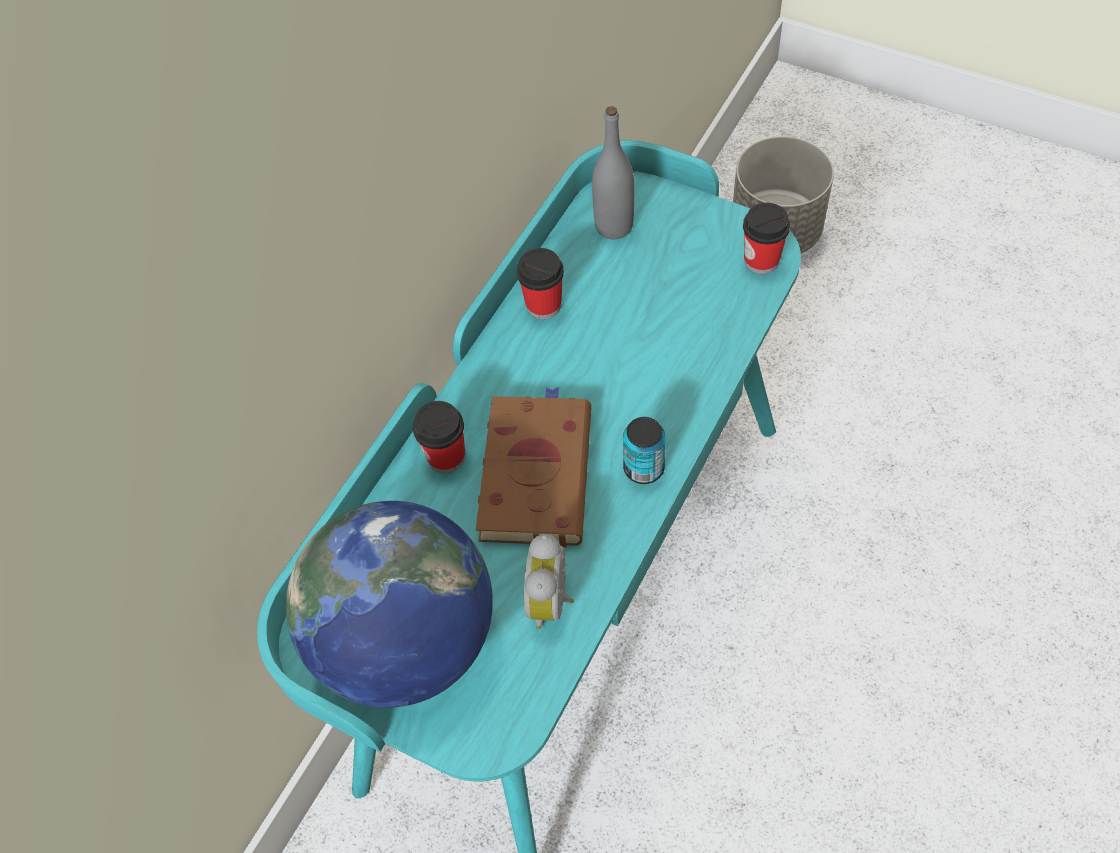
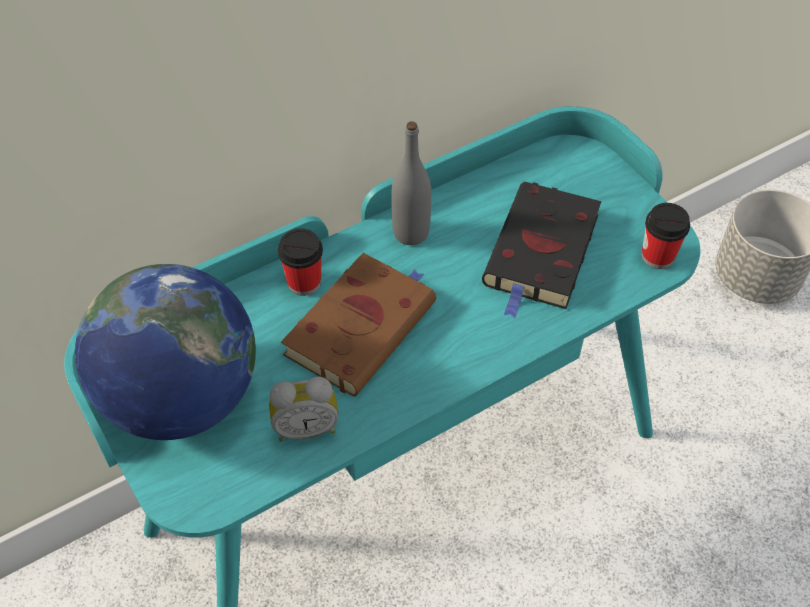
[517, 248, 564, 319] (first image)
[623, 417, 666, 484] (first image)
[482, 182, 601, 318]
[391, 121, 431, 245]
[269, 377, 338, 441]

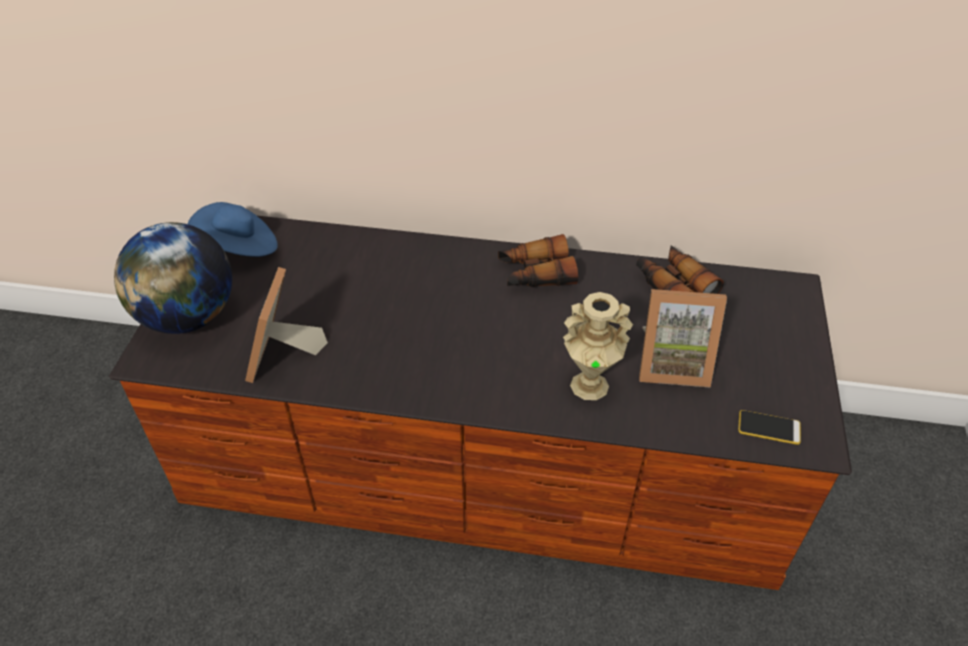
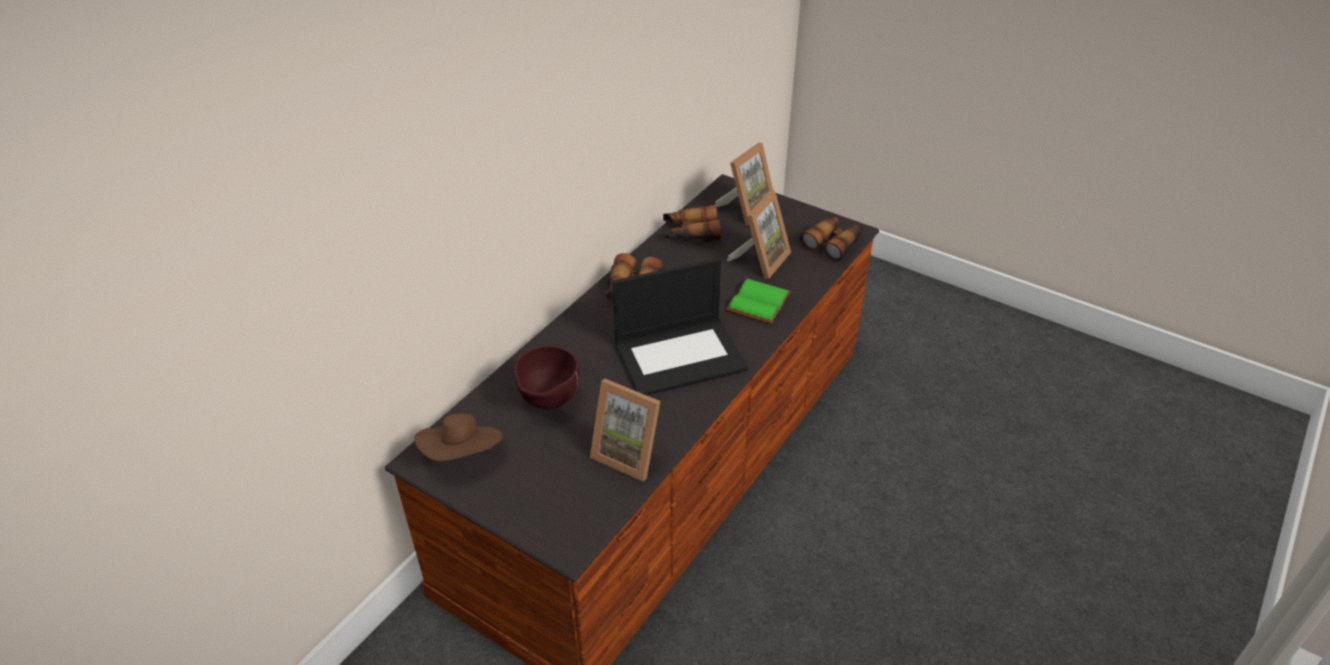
[114, 222, 232, 334] (first image)
[514, 345, 580, 409]
[612, 258, 748, 396]
[715, 143, 773, 225]
[726, 279, 791, 324]
[799, 214, 864, 263]
[414, 414, 503, 461]

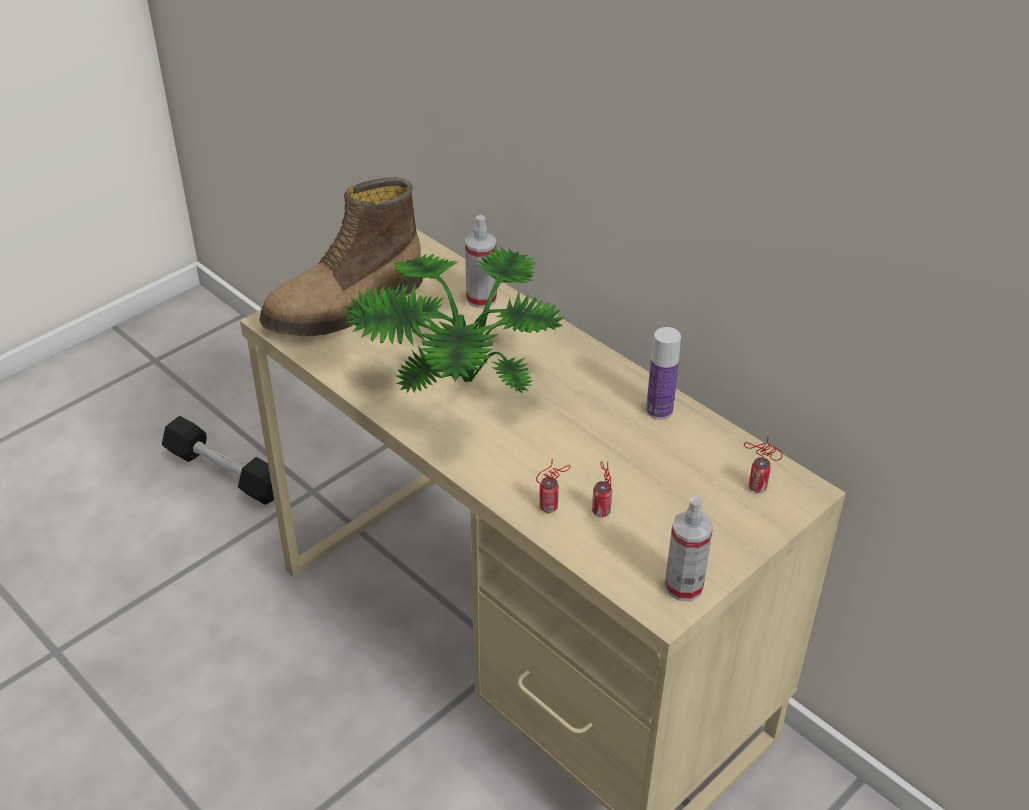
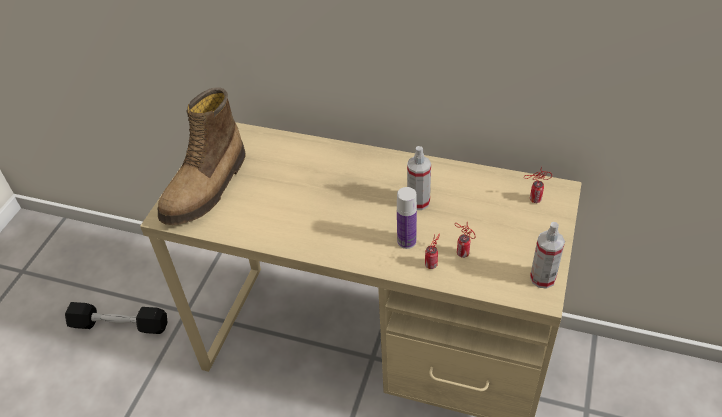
[343, 246, 564, 394] (first image)
[407, 146, 431, 210]
[397, 187, 417, 249]

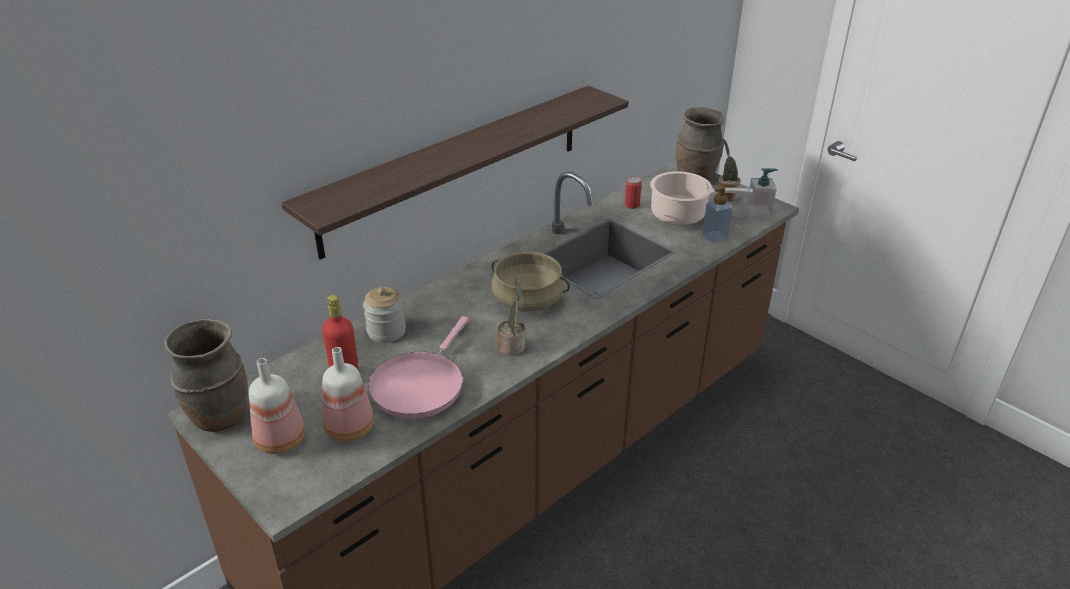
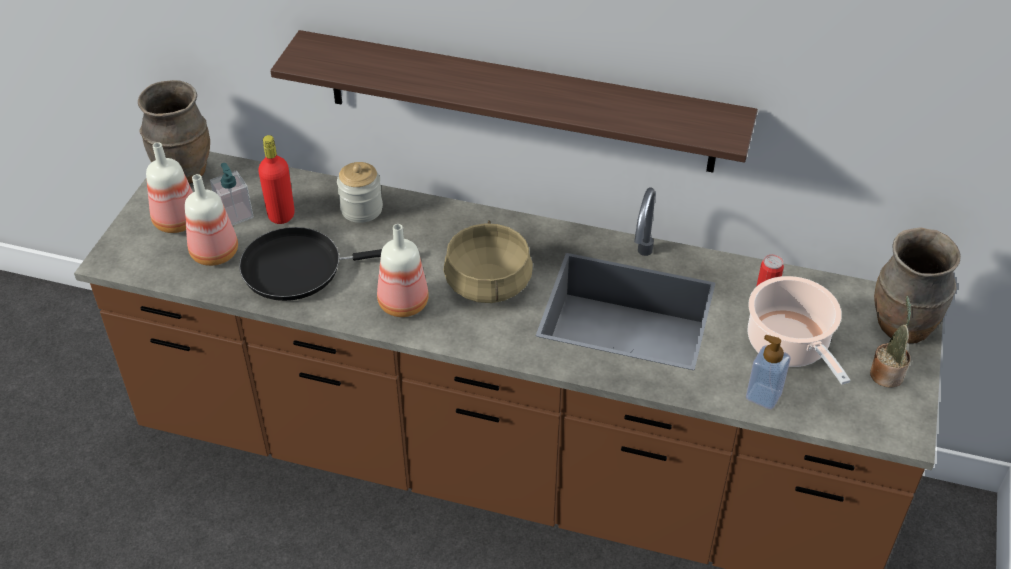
[210, 163, 254, 226]
[377, 224, 429, 317]
[239, 227, 382, 301]

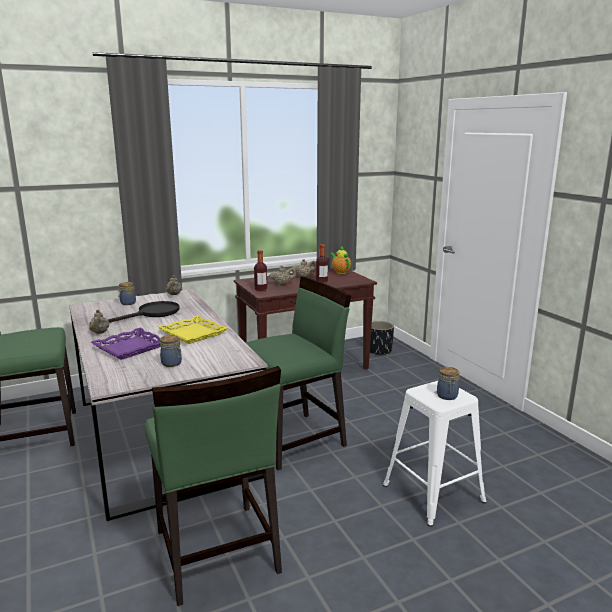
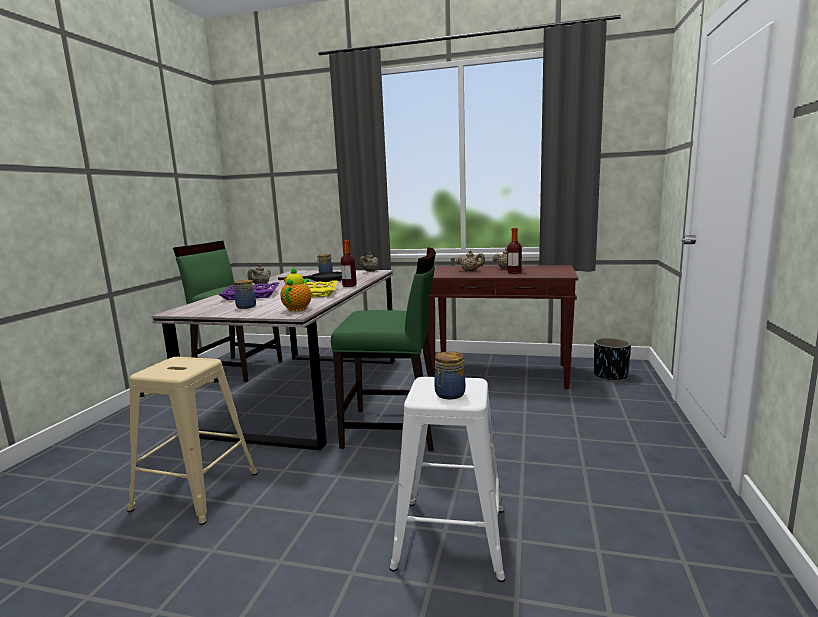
[341, 240, 357, 287]
[280, 267, 311, 312]
[127, 357, 258, 525]

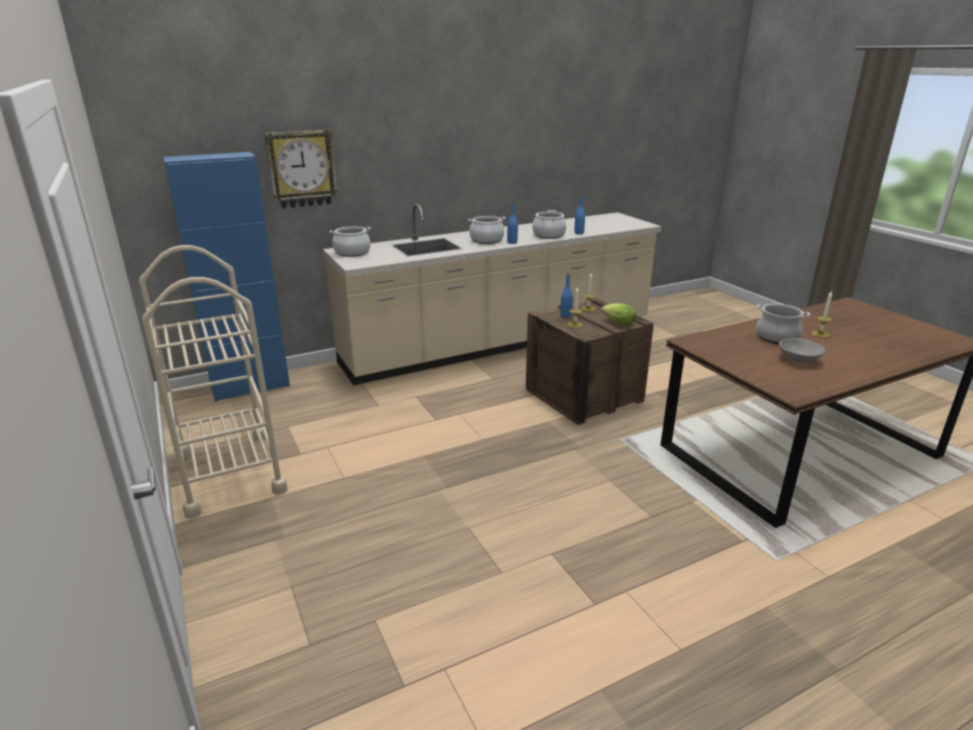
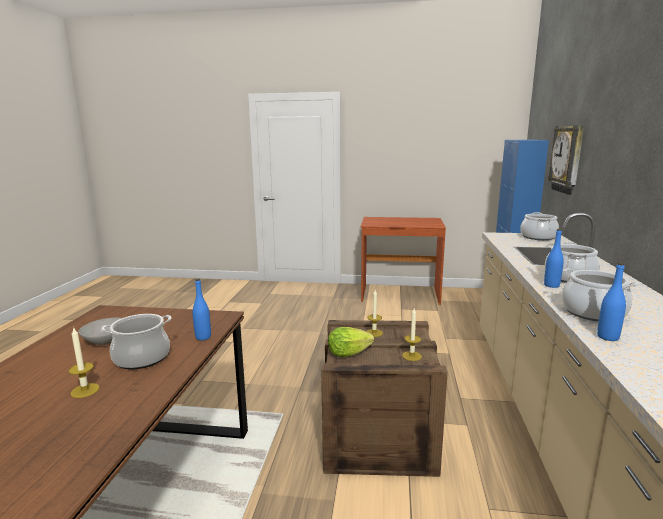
[192, 279, 211, 340]
[360, 217, 446, 305]

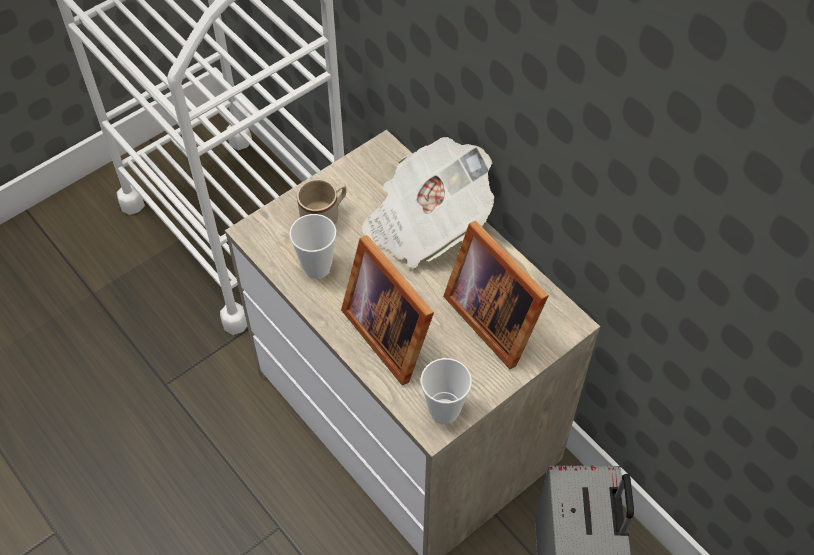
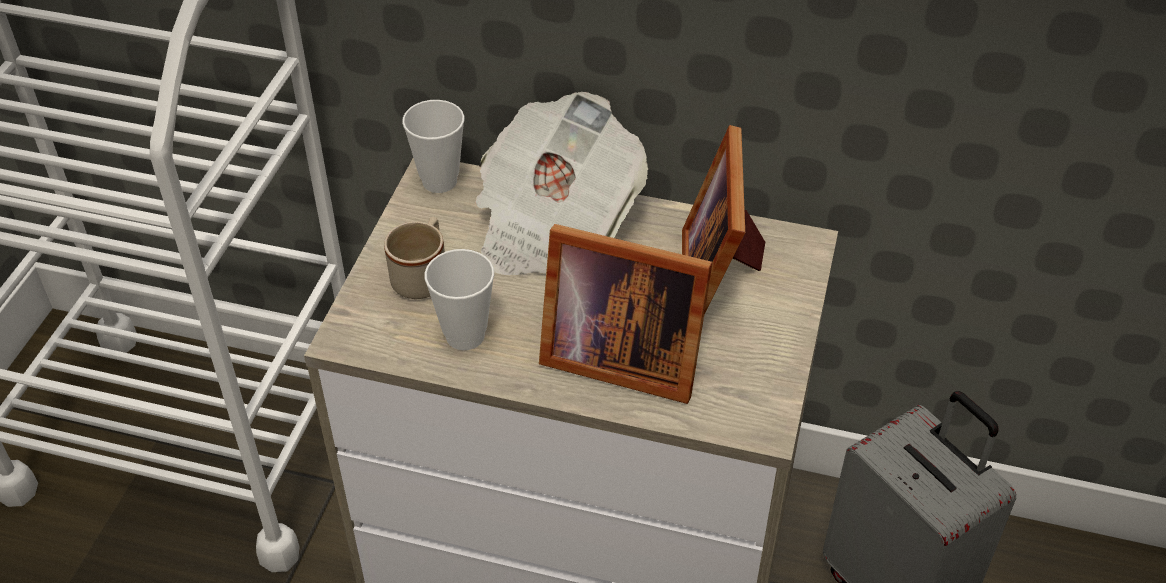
[402, 100, 465, 193]
[682, 125, 765, 315]

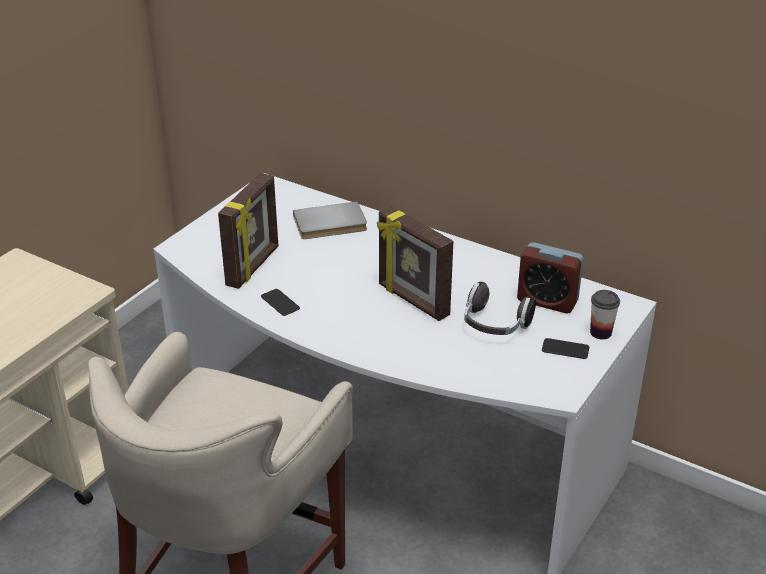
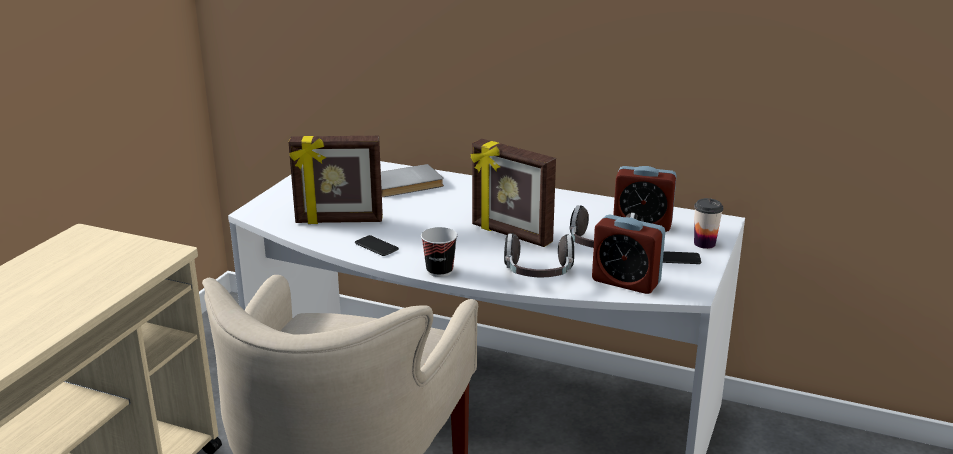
[421, 227, 458, 277]
[504, 233, 574, 278]
[592, 215, 666, 294]
[288, 136, 383, 224]

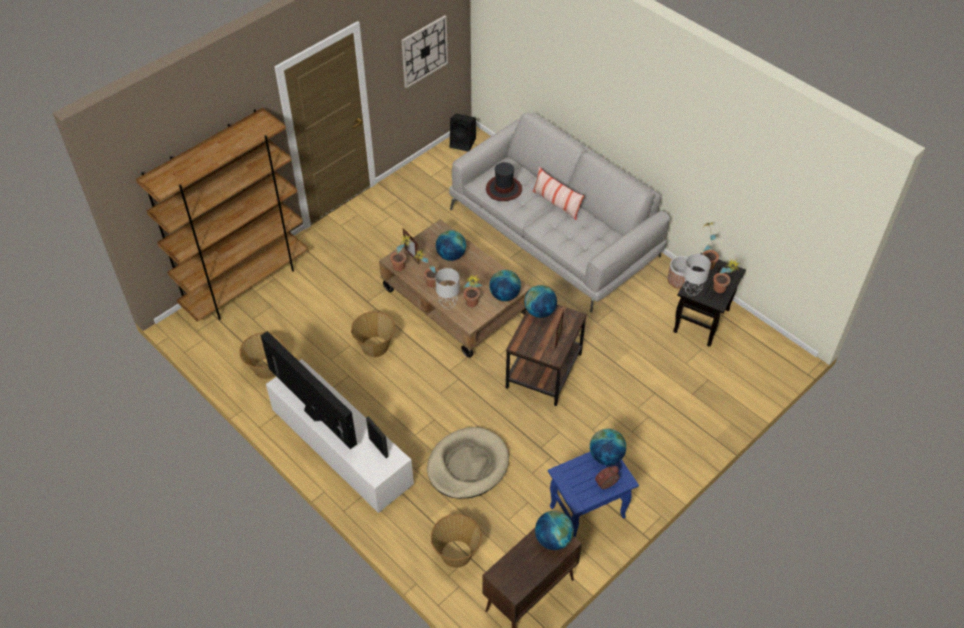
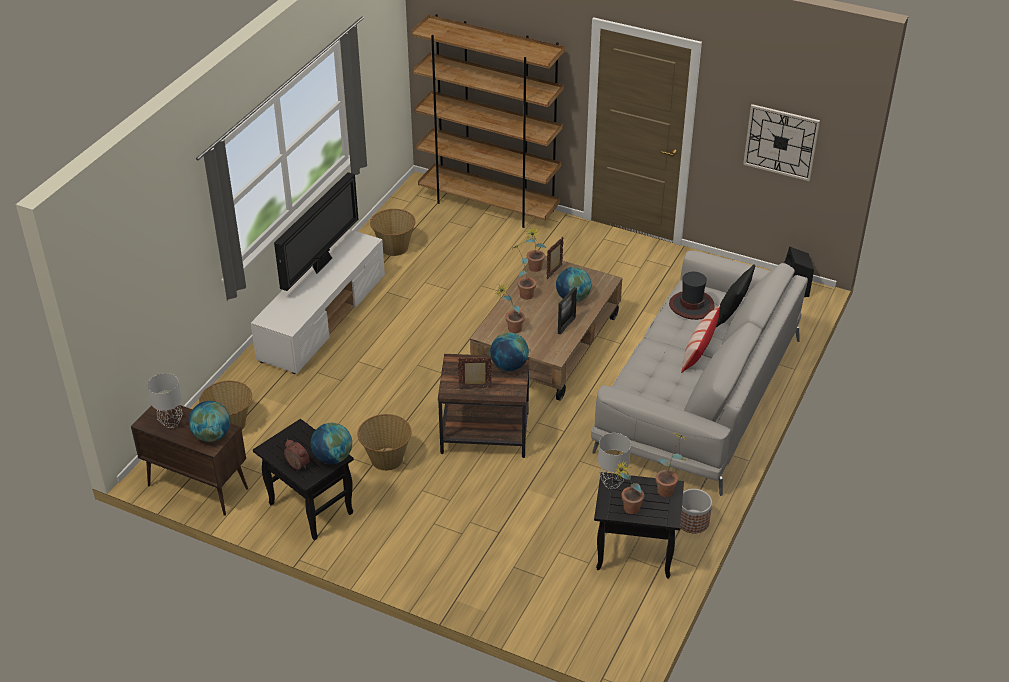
[427, 427, 509, 499] (first image)
[489, 270, 521, 301] (first image)
[716, 264, 755, 327]
[357, 414, 412, 471]
[558, 287, 577, 334]
[147, 373, 183, 428]
[253, 419, 354, 540]

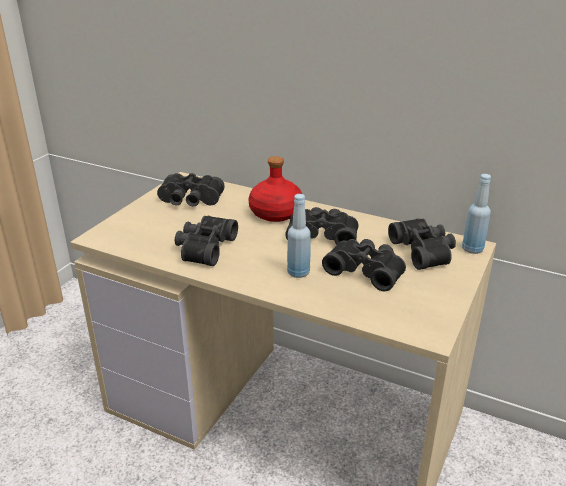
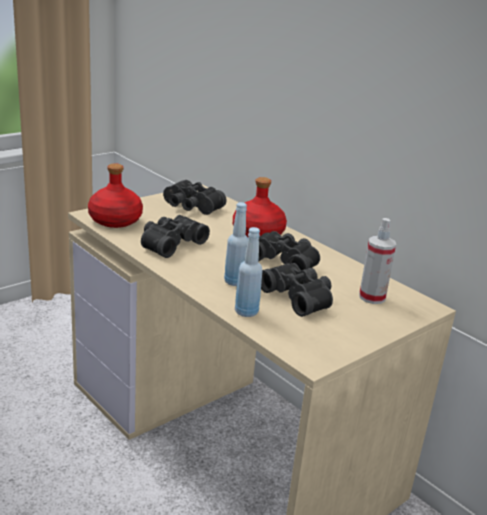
[88, 163, 143, 228]
[235, 227, 263, 317]
[359, 218, 396, 304]

